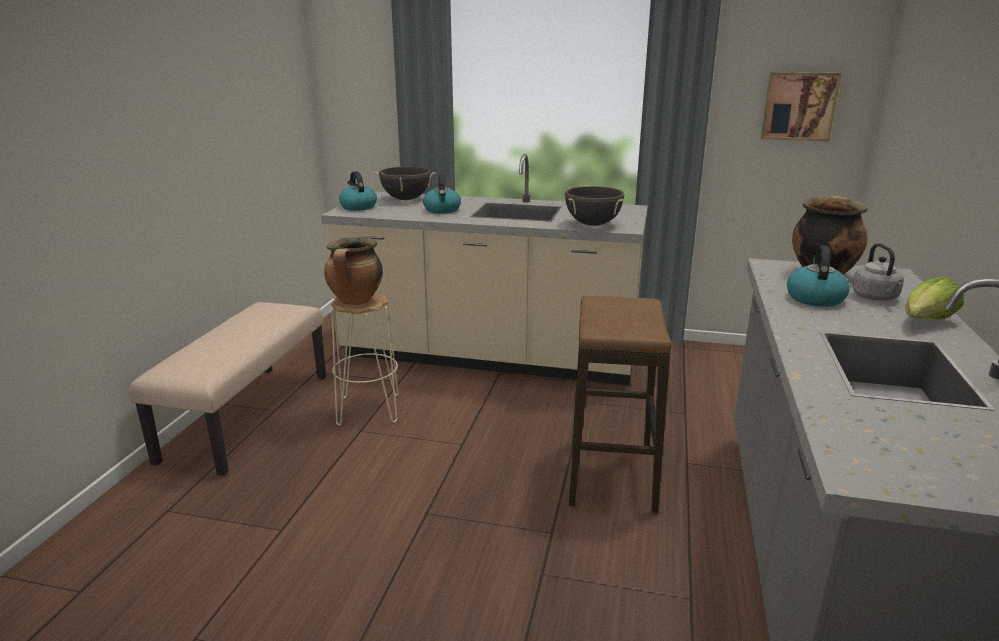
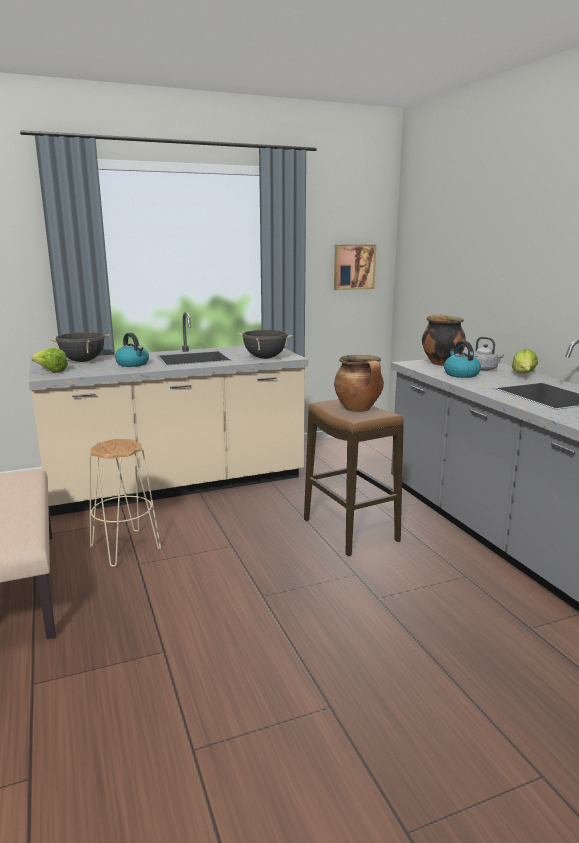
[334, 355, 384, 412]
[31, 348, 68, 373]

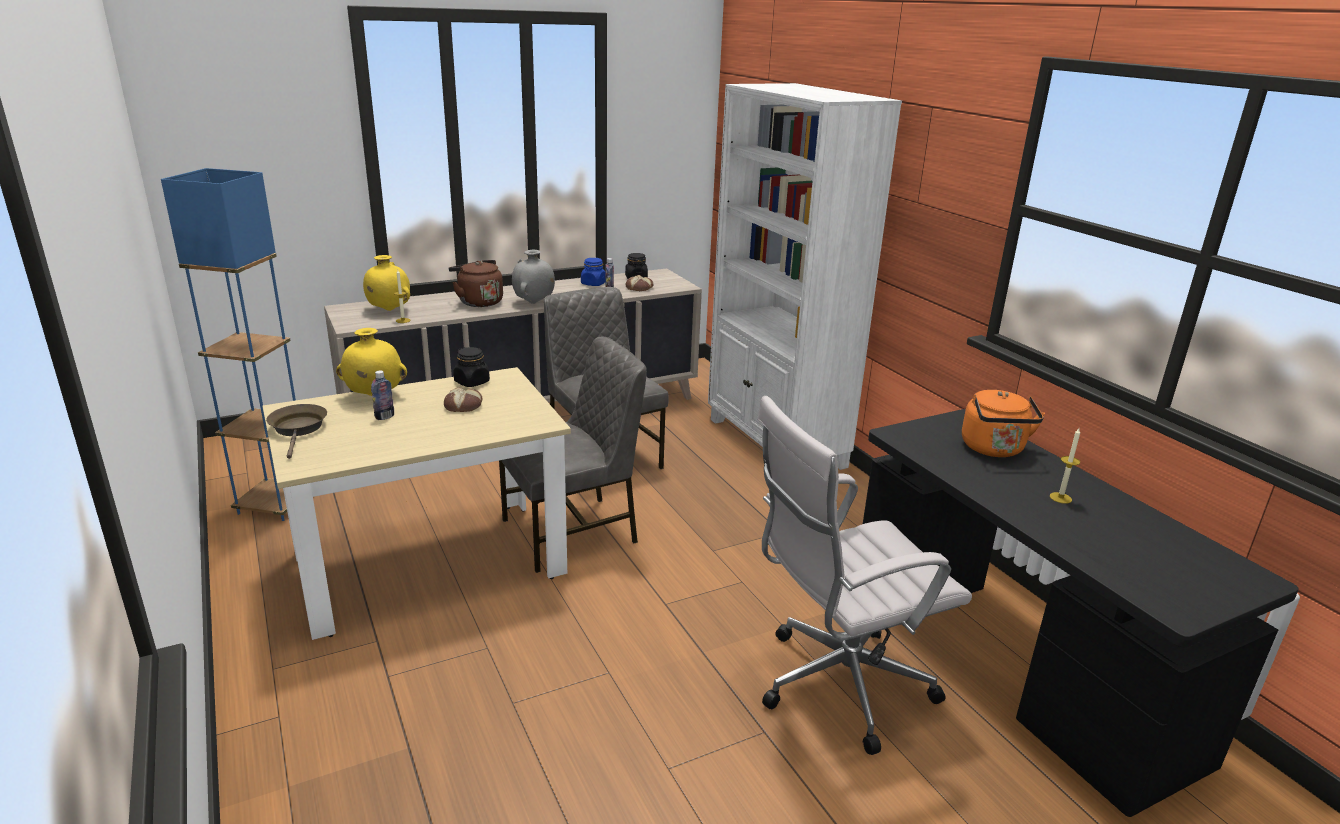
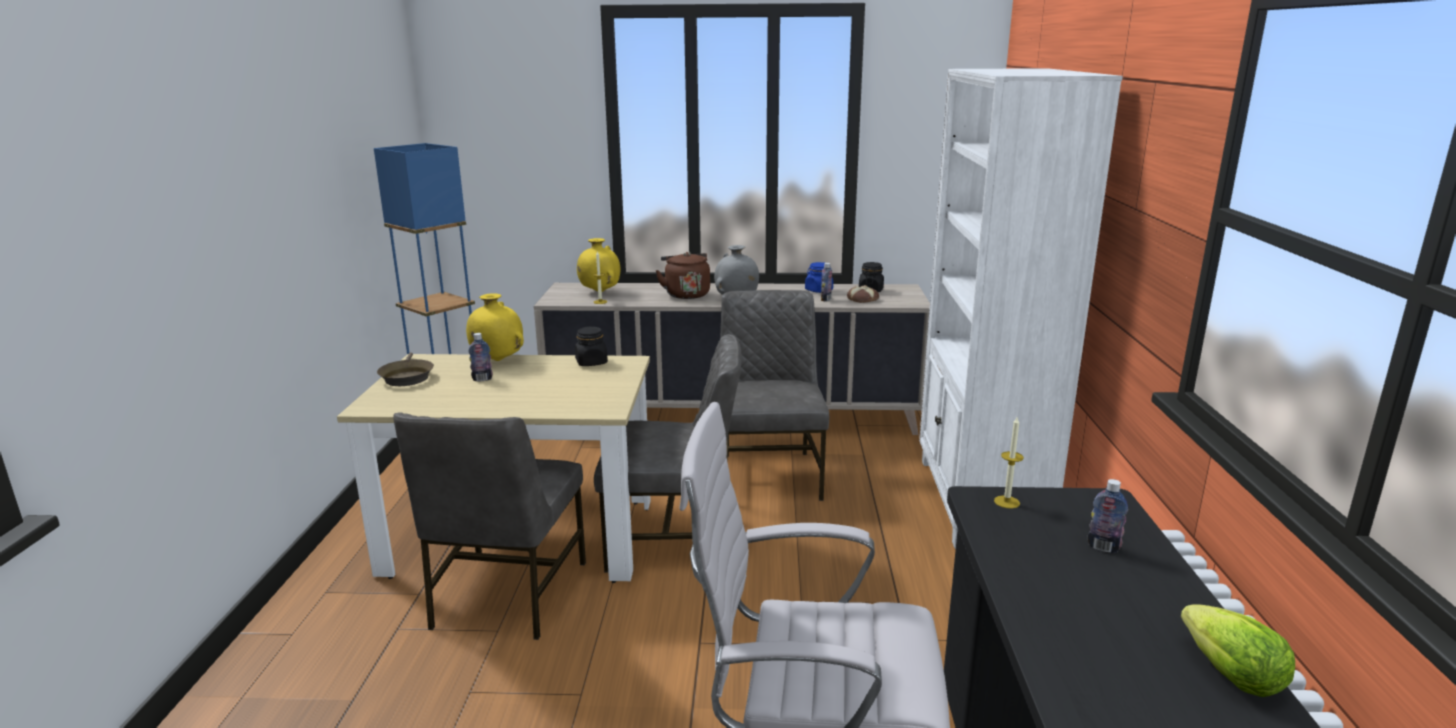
[444, 387, 483, 412] (first image)
[393, 412, 586, 640]
[1181, 604, 1295, 697]
[994, 417, 1024, 509]
[1088, 479, 1128, 553]
[377, 352, 434, 386]

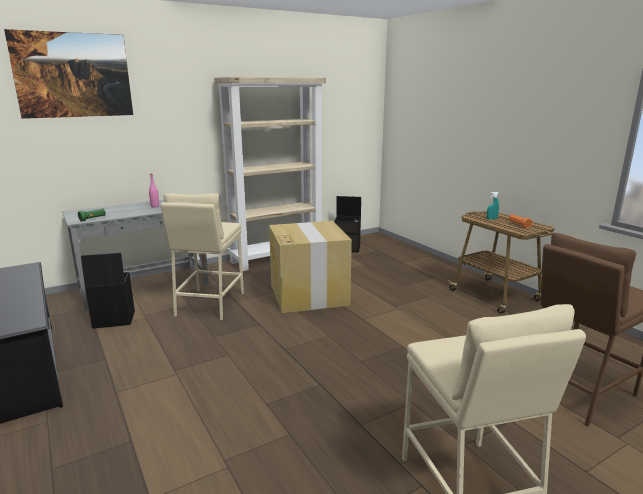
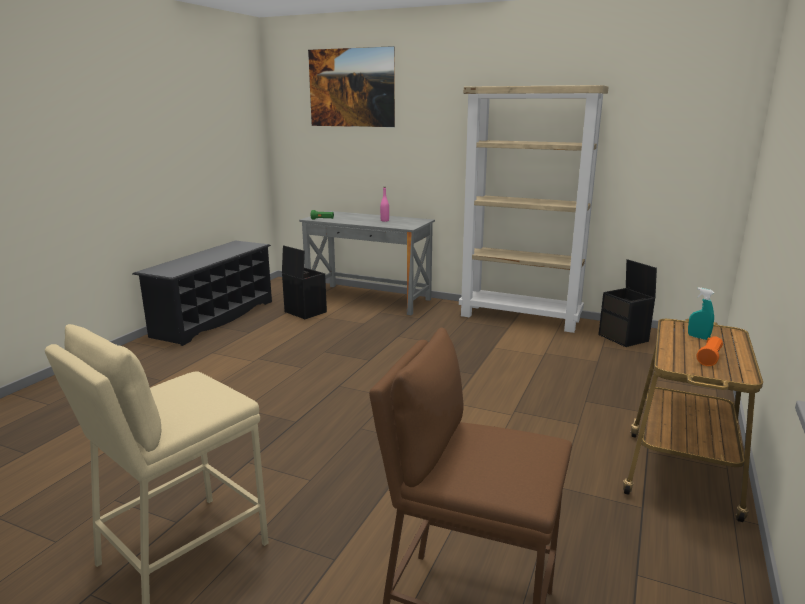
[161, 193, 244, 320] (first image)
[269, 221, 352, 313] (first image)

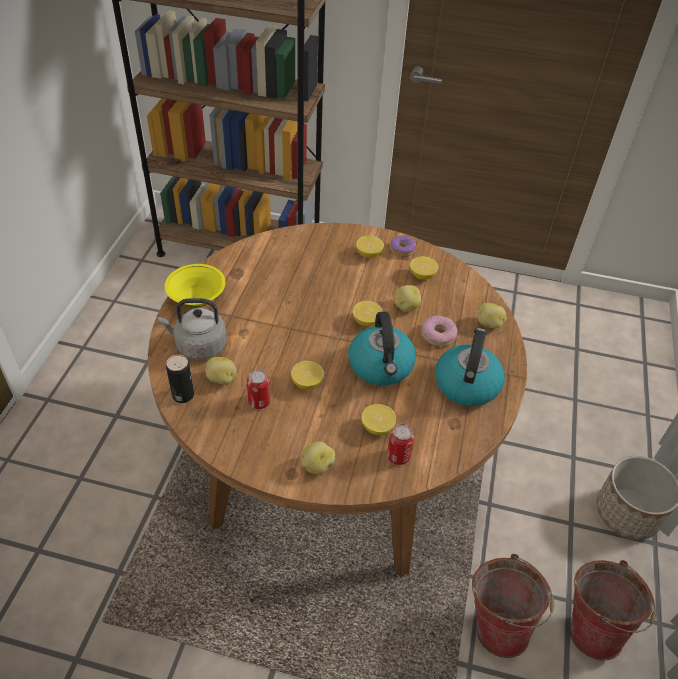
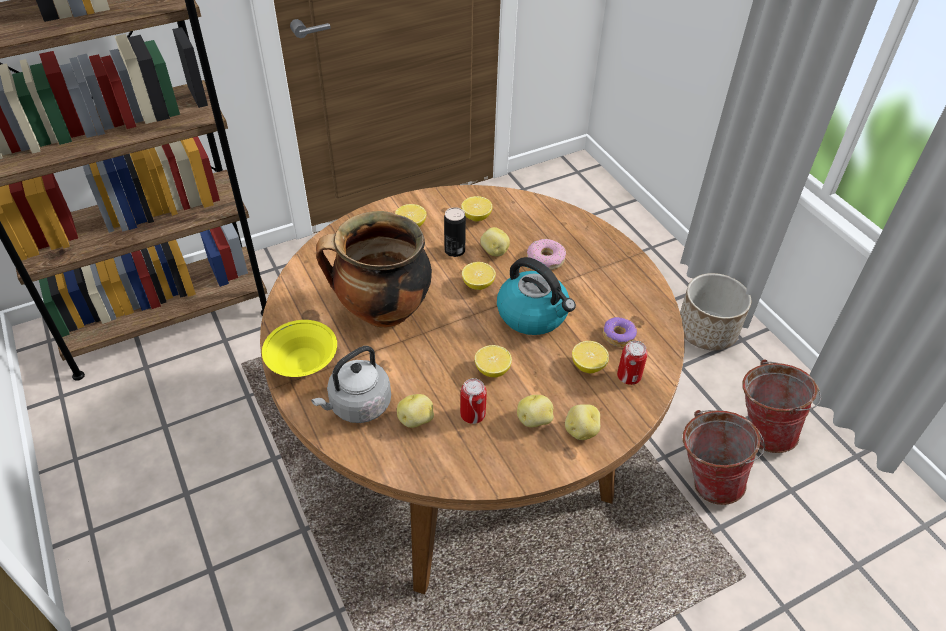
[435, 328, 505, 406] (first image)
[316, 211, 432, 328]
[444, 207, 466, 257]
[603, 317, 637, 347]
[517, 395, 554, 427]

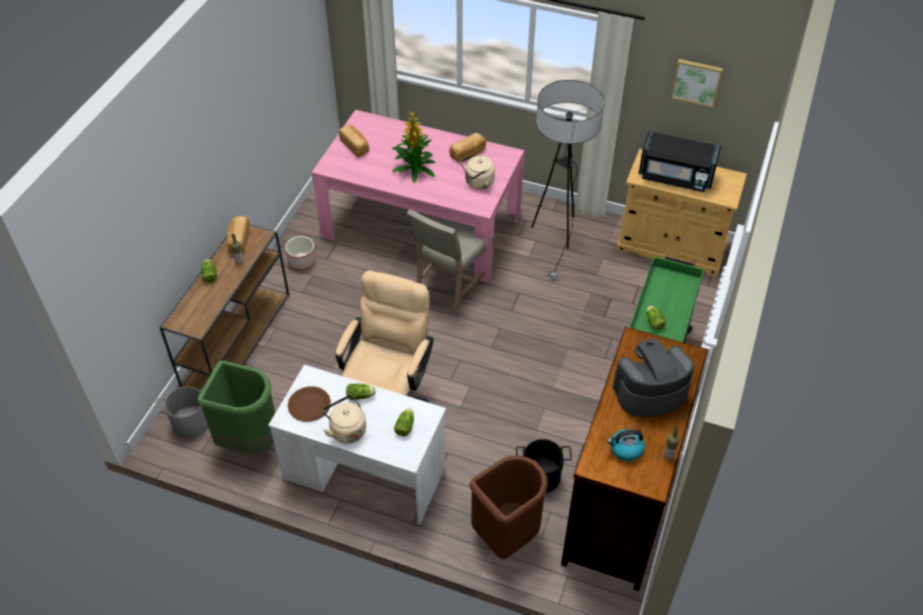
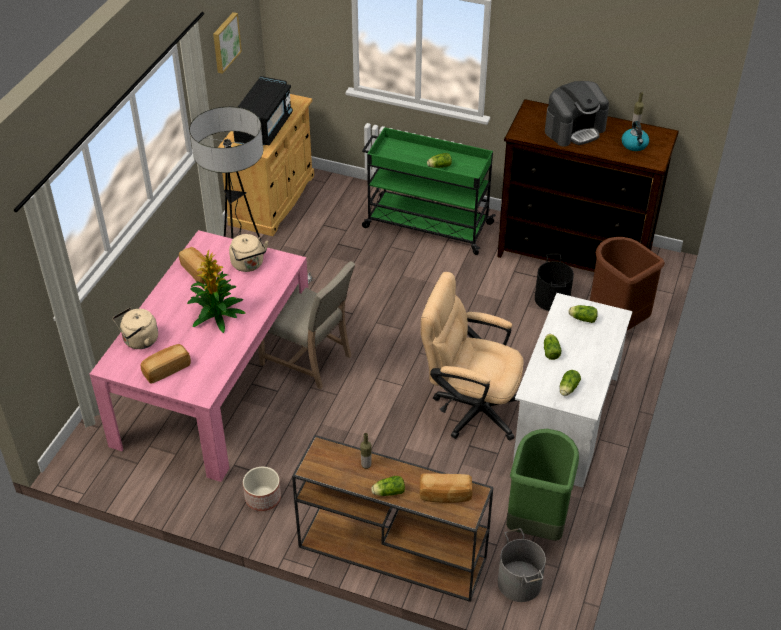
[420, 473, 472, 503]
[113, 308, 158, 349]
[560, 370, 581, 396]
[545, 81, 609, 147]

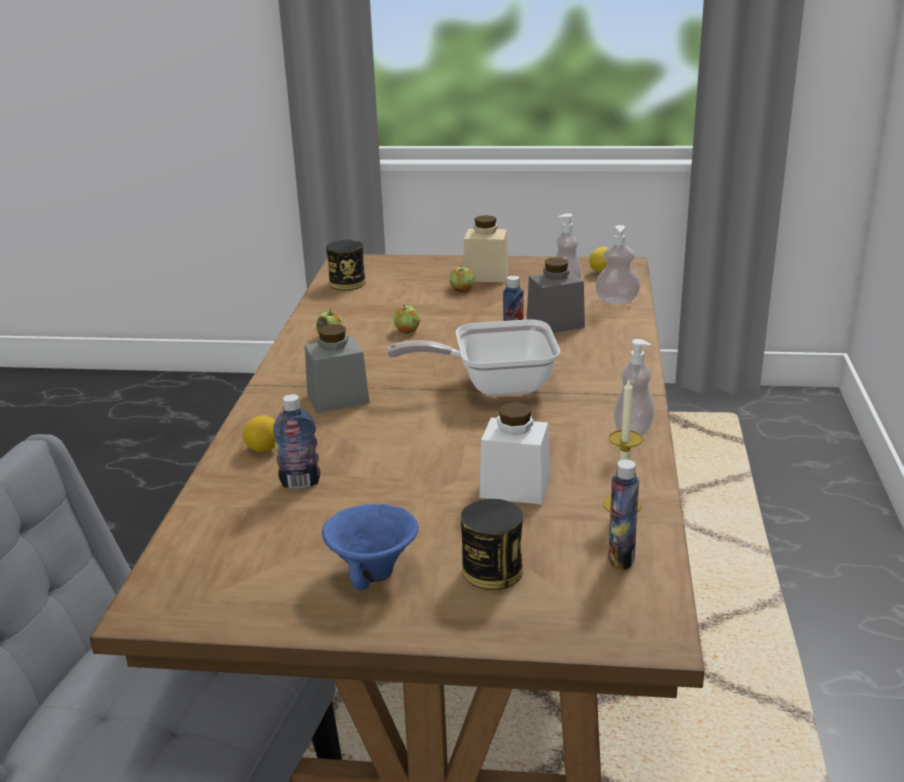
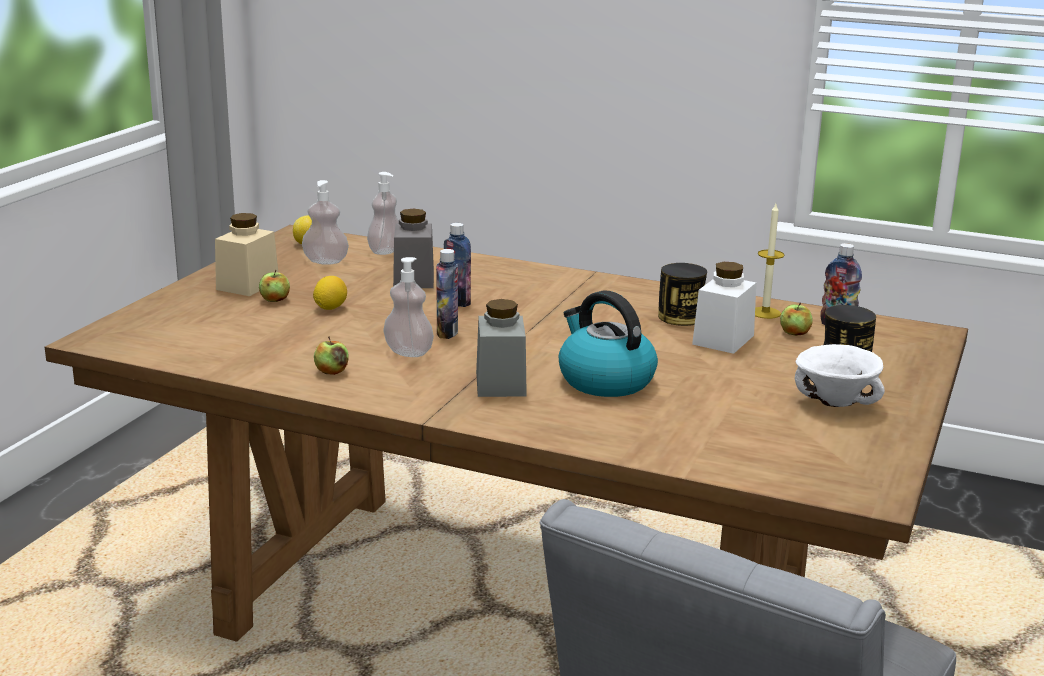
[387, 319, 560, 396] (first image)
[559, 290, 658, 397]
[313, 276, 347, 310]
[436, 249, 458, 339]
[658, 263, 707, 326]
[780, 303, 813, 336]
[383, 257, 434, 357]
[795, 344, 885, 407]

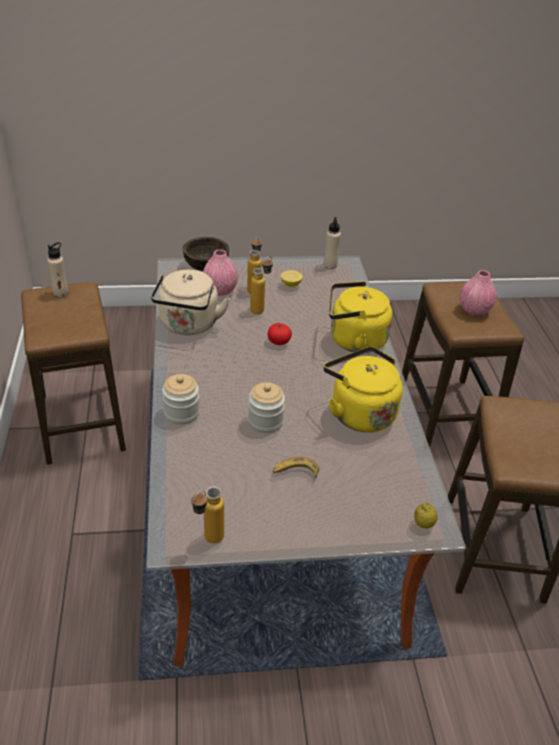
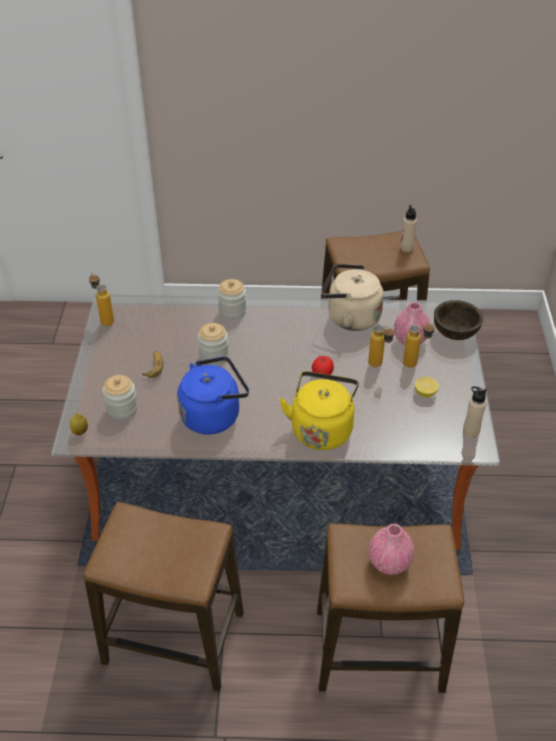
[103, 375, 138, 419]
[177, 356, 249, 435]

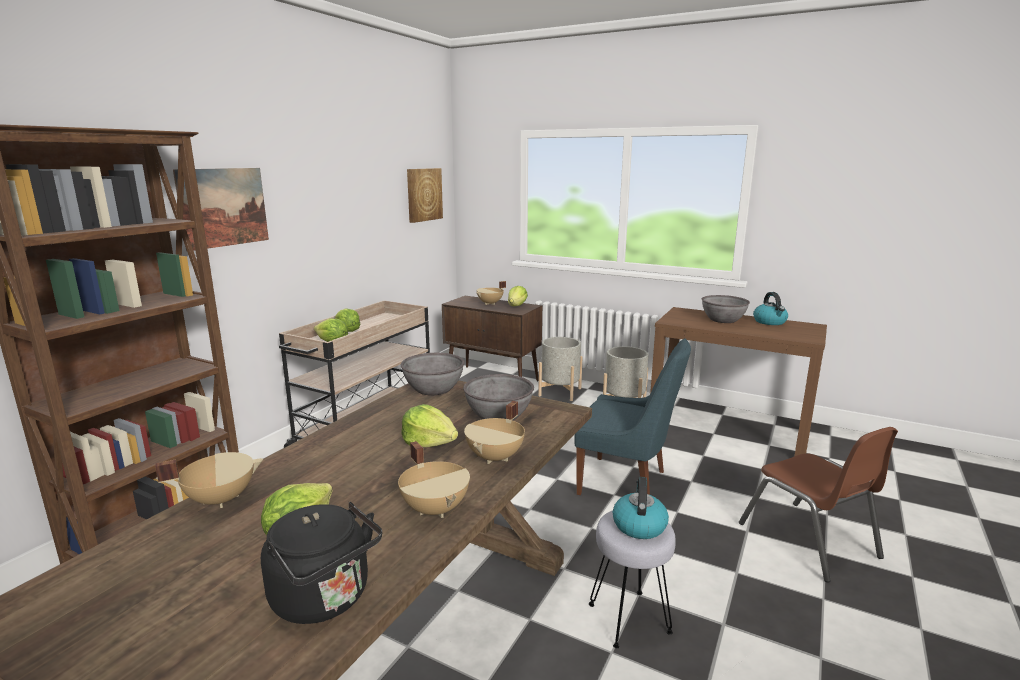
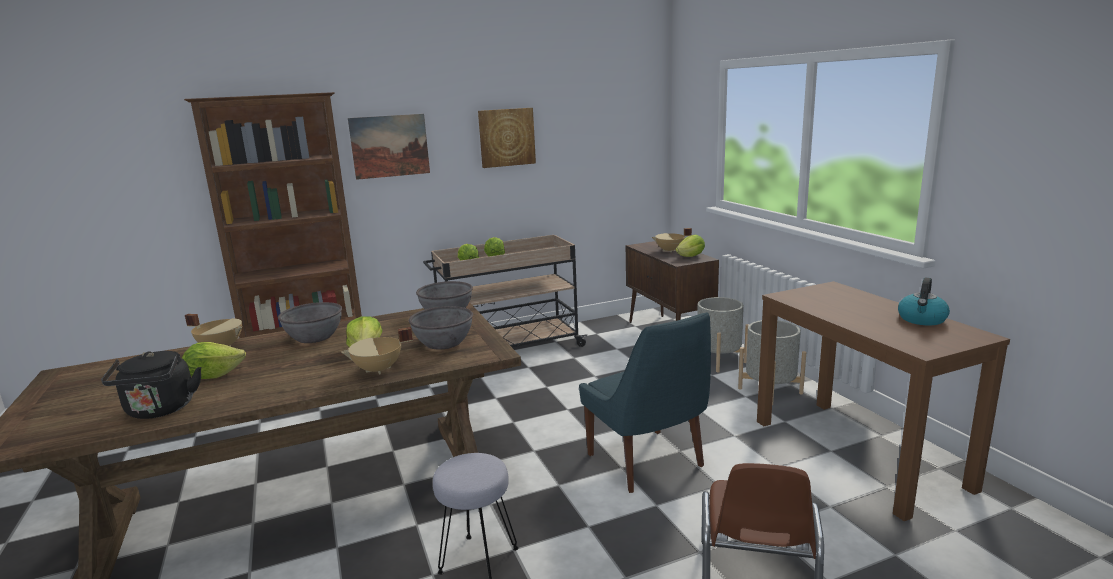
[398, 441, 470, 518] (first image)
[613, 477, 669, 539] (first image)
[478, 108, 536, 168]
[278, 302, 342, 343]

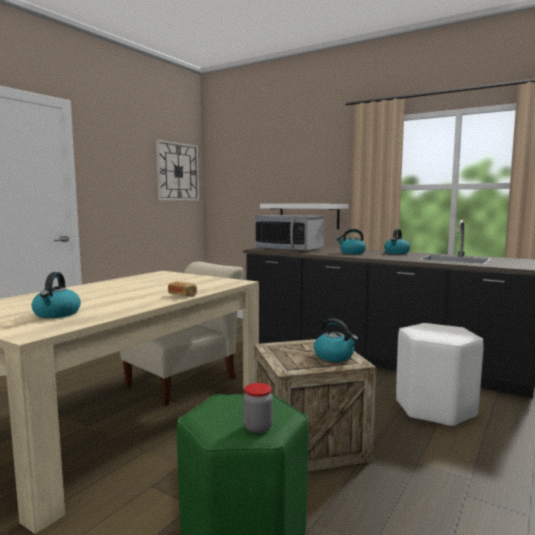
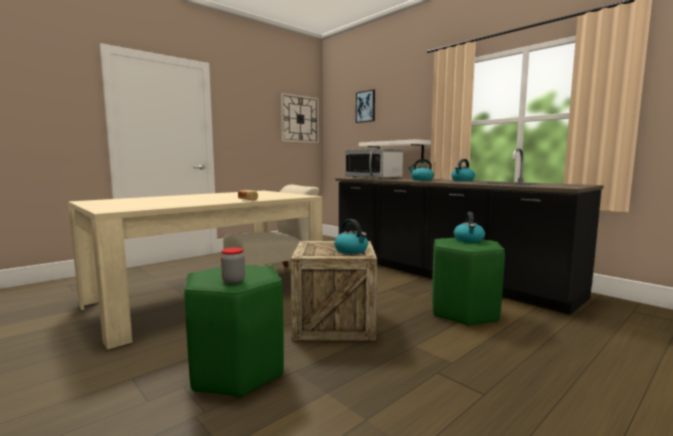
[356, 89, 375, 123]
[454, 212, 485, 242]
[432, 238, 505, 327]

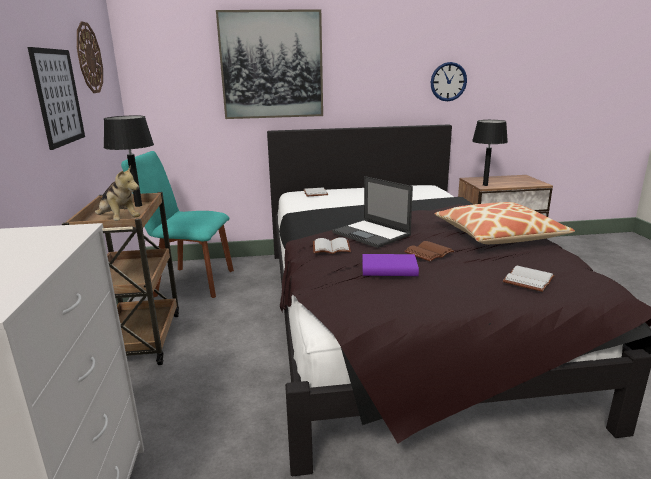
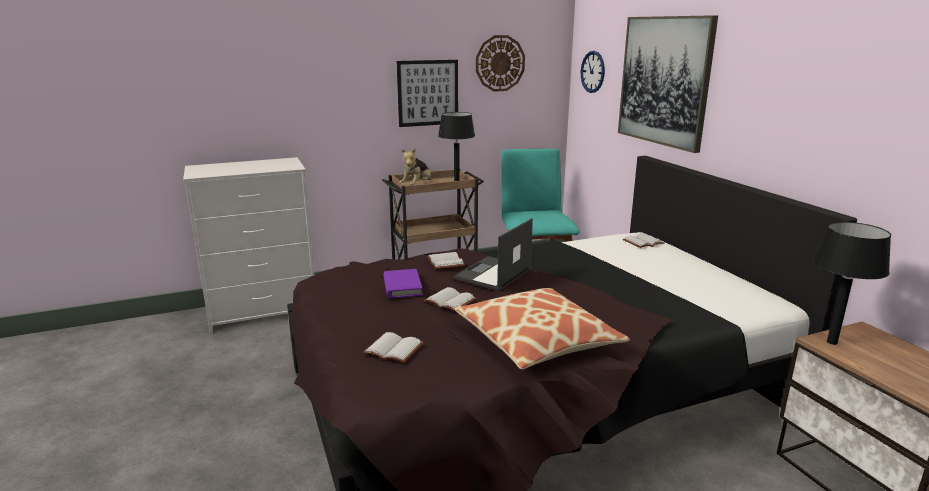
[581, 51, 605, 93]
[424, 287, 477, 312]

